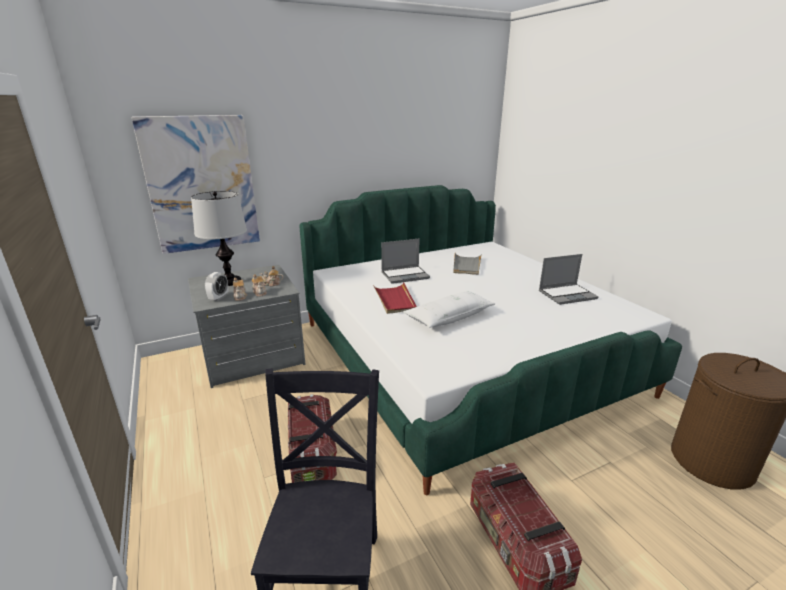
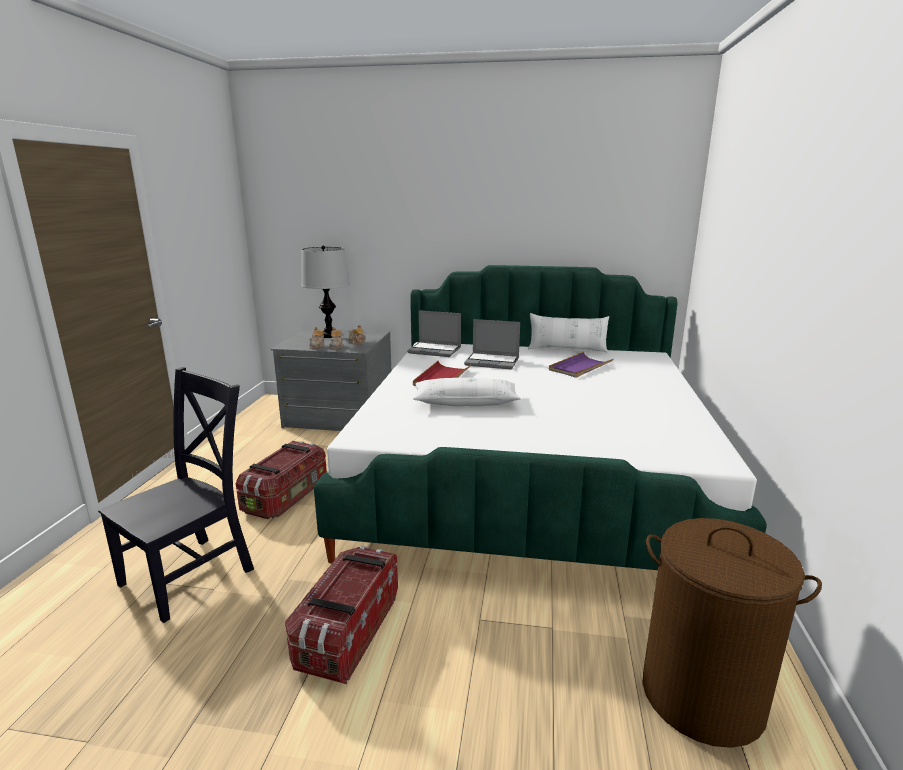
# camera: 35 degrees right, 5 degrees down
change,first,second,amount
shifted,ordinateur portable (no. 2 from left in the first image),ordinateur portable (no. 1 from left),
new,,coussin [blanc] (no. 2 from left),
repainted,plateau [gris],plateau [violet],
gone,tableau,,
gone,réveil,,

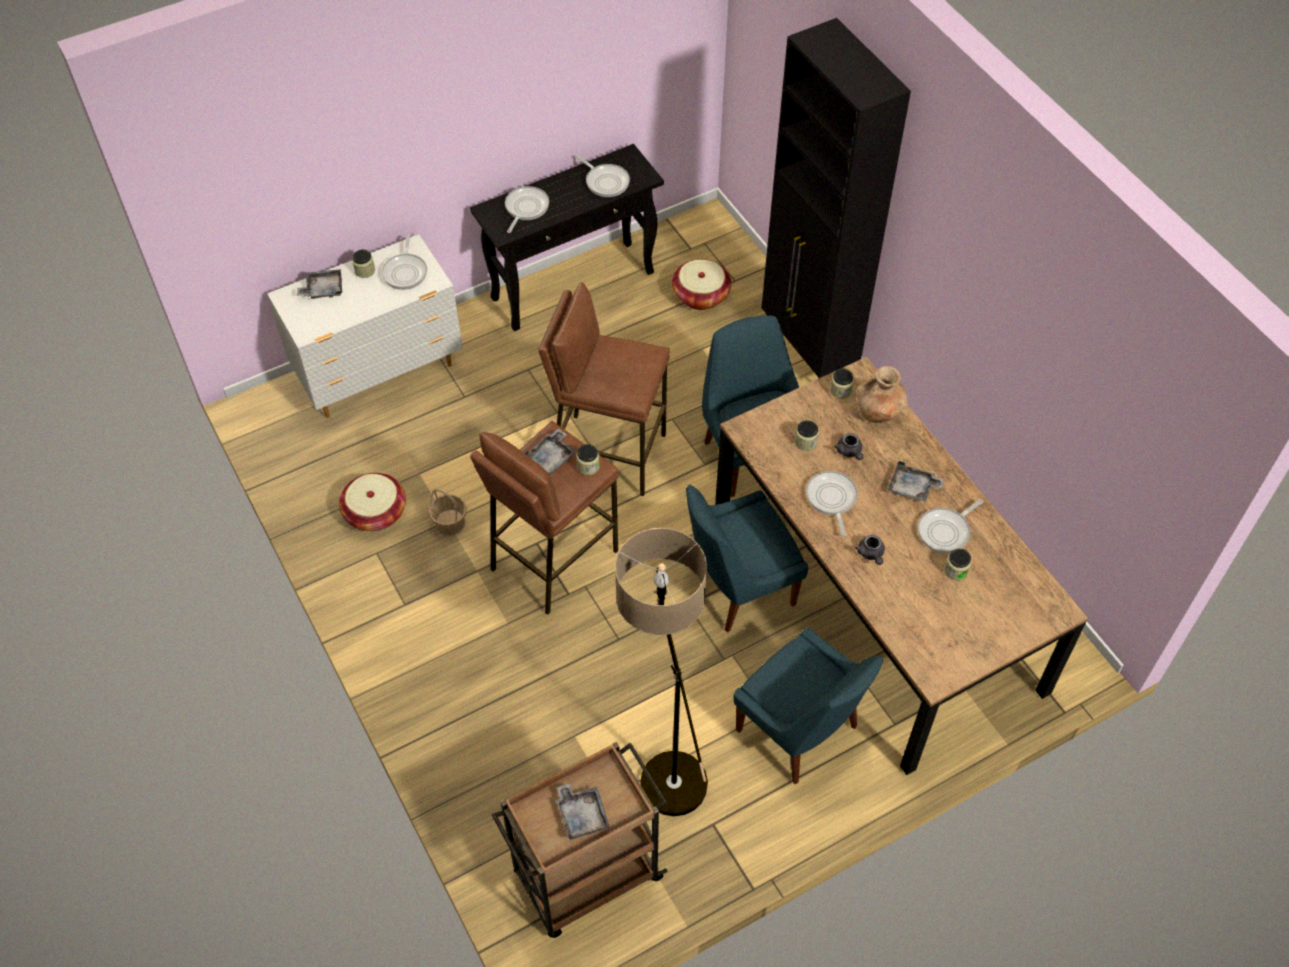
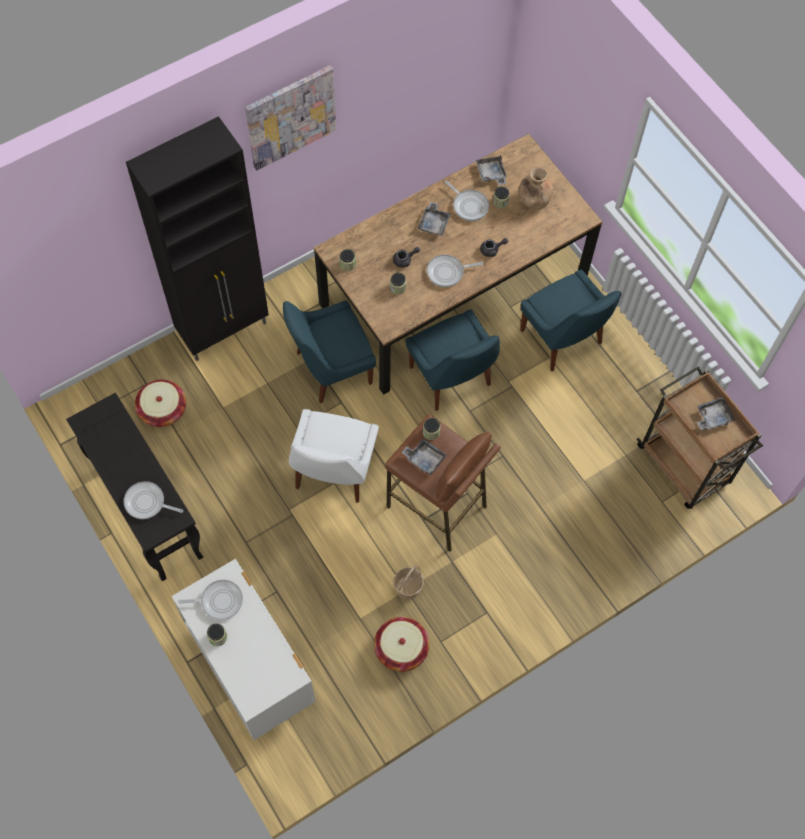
# camera: 95 degrees left, 10 degrees up
change,first,second,amount
new,,tableau,
swapped,tabouret [marron] (no. 2 from left),chaise [blanc],
shifted,plateau [gris] (no. 1 from left in the first image),plateau [gris] (no. 3 from left),
shifted,vase [marron],,
rotated,chaise [bleu] (no. 3 from left),,105 degrees clockwise
gone,poêle (no. 3 from left),,
gone,lampadaire,,

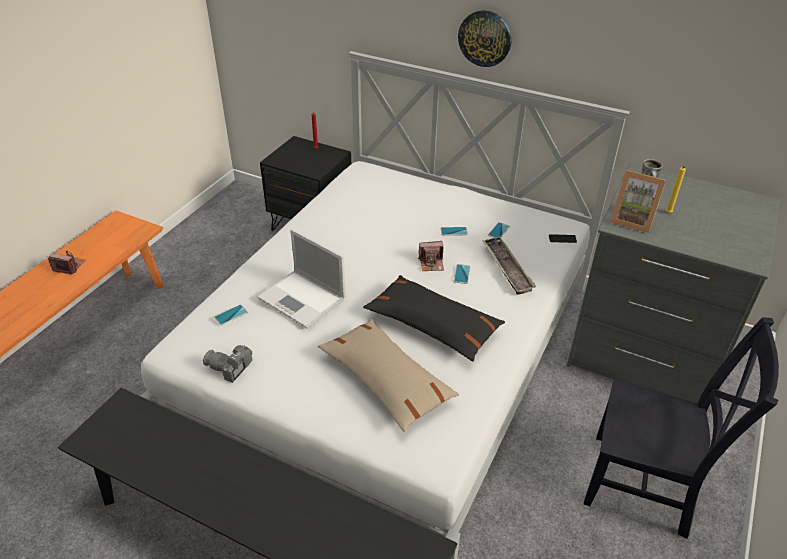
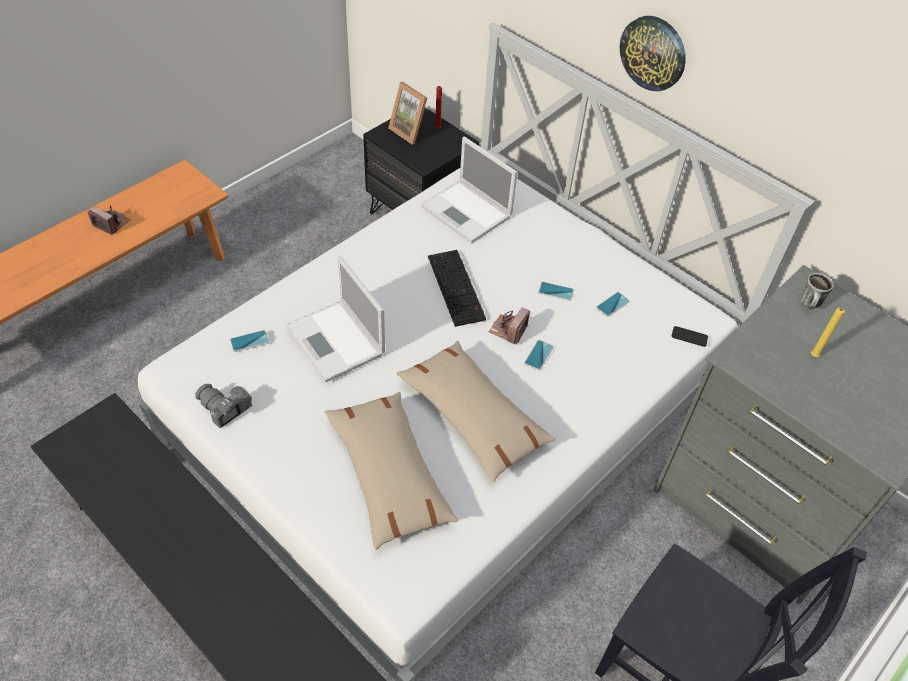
# camera: 15 degrees right, 10 degrees up
change,first,second,amount
shifted,cadre photo,,
repainted,coussin [noir],coussin [beige] (no. 2 from left),
new,,ordinateur portable (no. 2 from left),
new,,clavier,
rotated,appareil photo (no. 3 from left),,105 degrees clockwise
gone,plateau,,

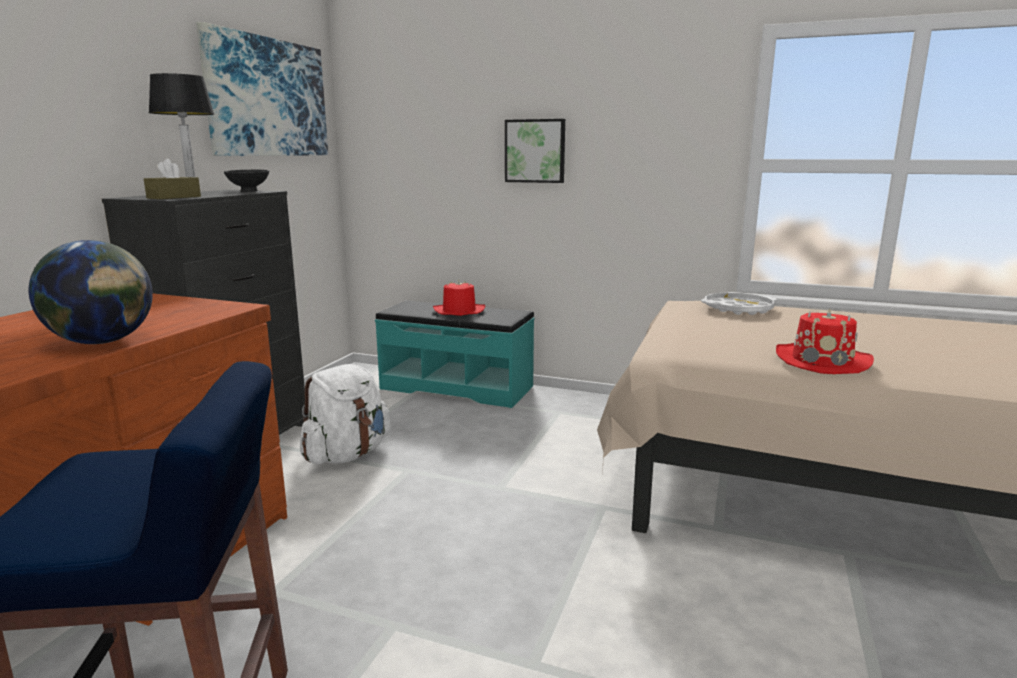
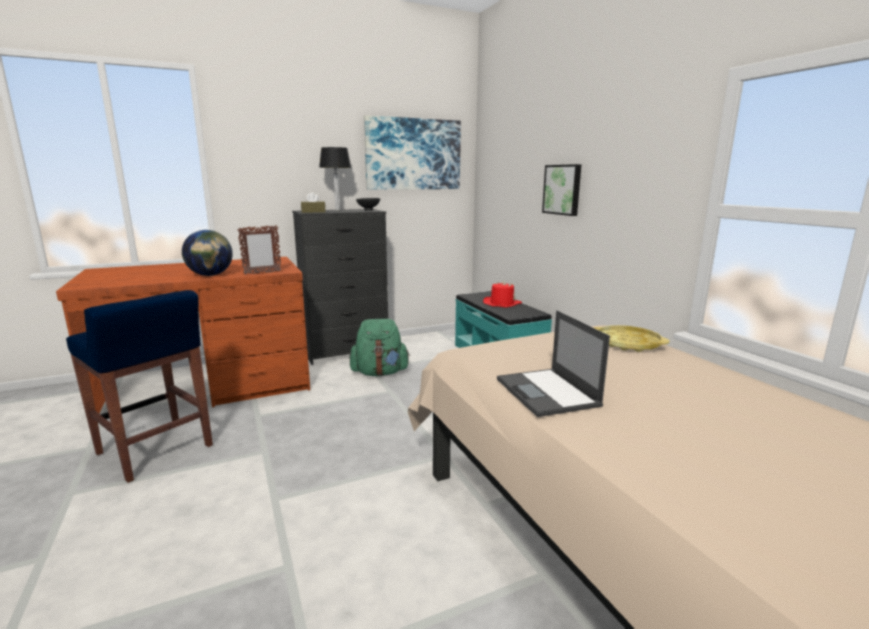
# camera: 45 degrees right, 0 degrees up
change,first,second,amount
new,,cadre photo,
repainted,sac à dos [blanc],sac à dos [vert],
swapped,chapeau [rouge] (no. 2 from left),ordinateur portable,
repainted,plateau [blanc],plateau [jaune],

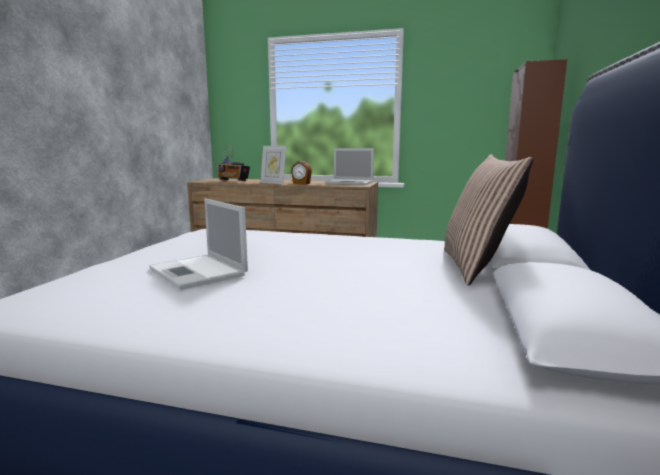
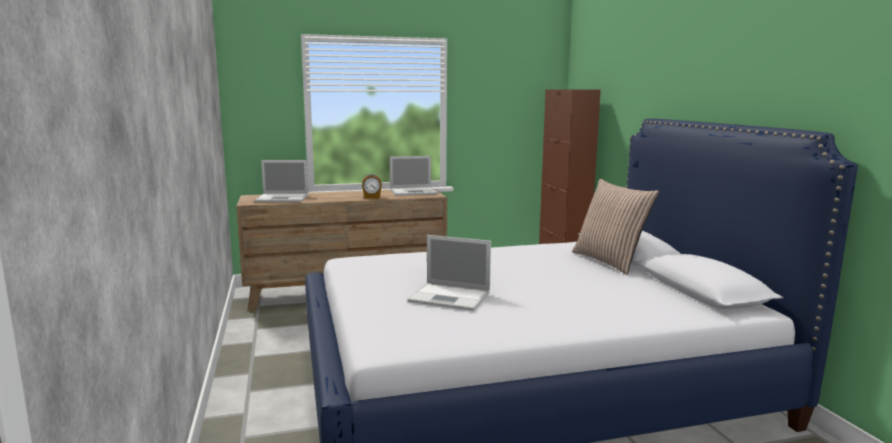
# camera: 30 degrees left, 0 degrees up
change,first,second,amount
swapped,radio,ordinateur portable (no. 1 from left),
gone,cadre photo,,

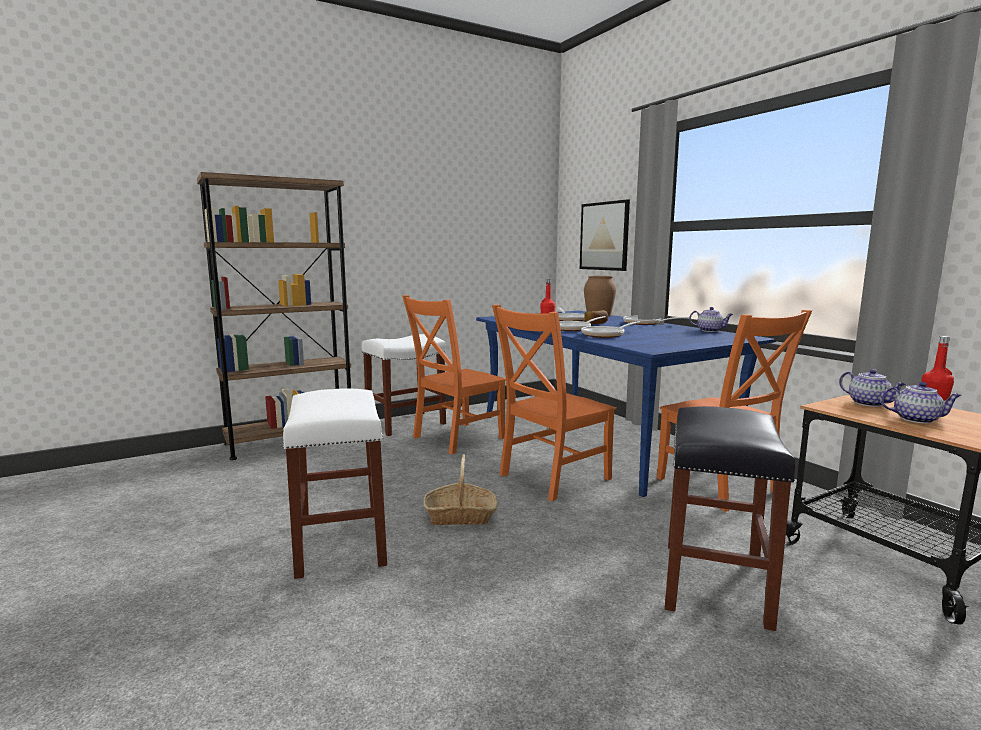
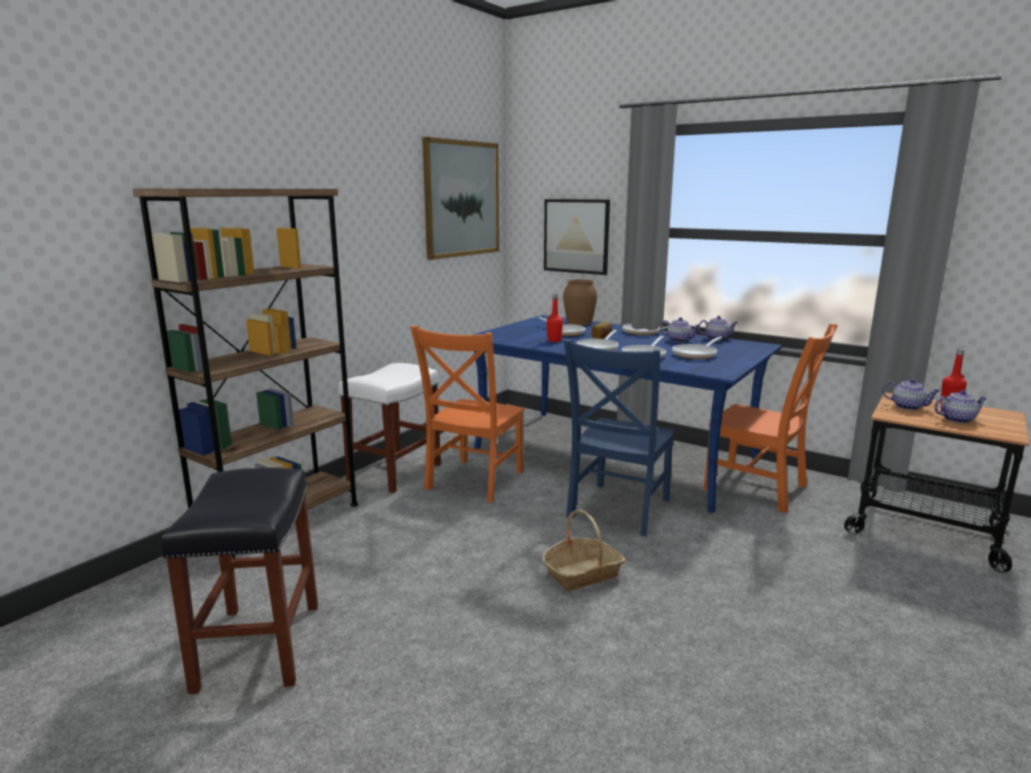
# camera: 25 degrees left, 5 degrees up
change,first,second,amount
shifted,tabouret [noir],,
new,,tableau (no. 1 from left),
repainted,chaise [orange] (no. 2 from left),chaise [bleu],
new,,théière (no. 1 from left),
new,,poêle (no. 5 from left),
gone,tabouret [blanc] (no. 1 from left),,

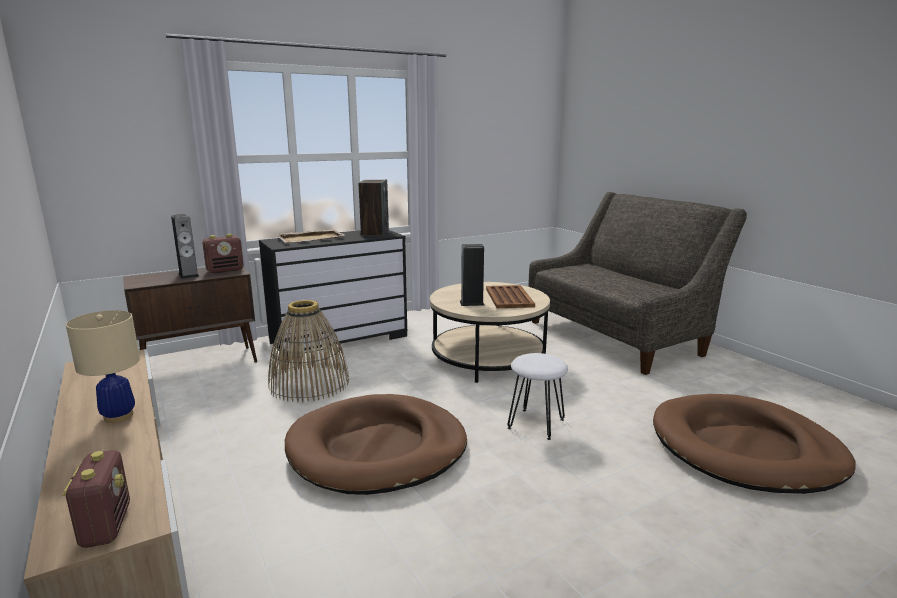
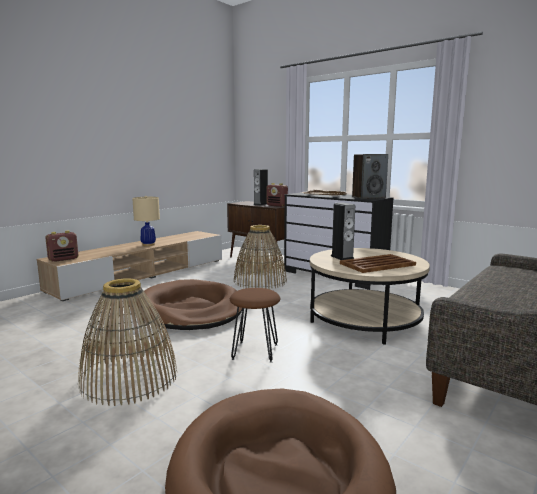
# camera: 70 degrees right, 5 degrees down
change,first,second,amount
new,,panier (no. 1 from left),
repainted,tabouret [blanc],tabouret [marron],

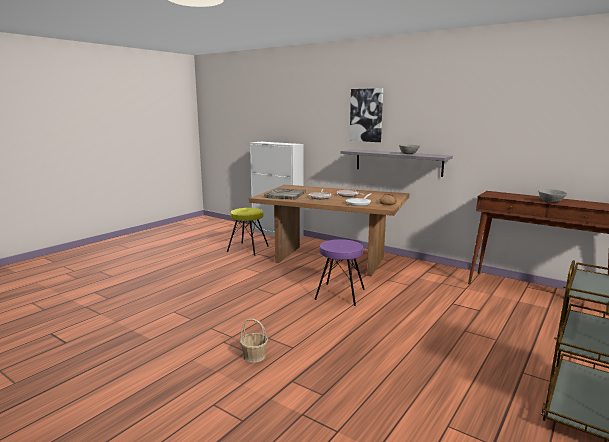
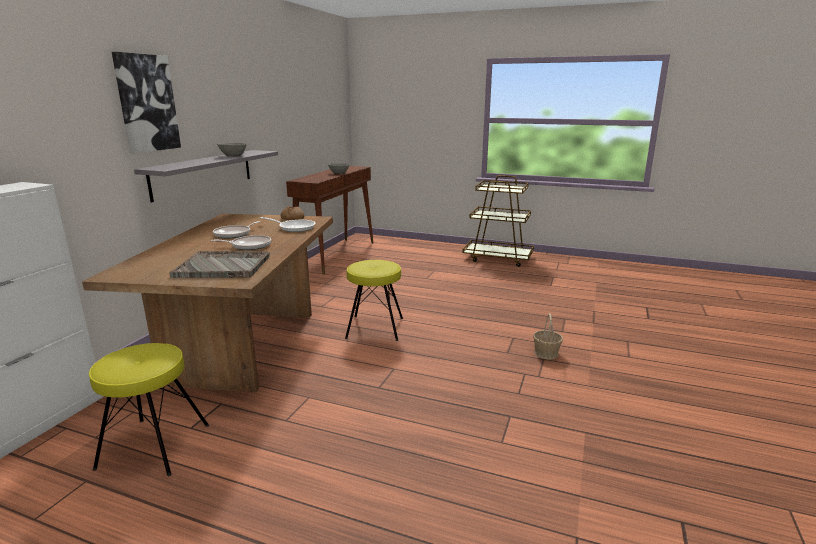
# camera: 105 degrees left, 5 degrees up
change,first,second,amount
repainted,tabouret [violet],tabouret [jaune] (no. 2 from left),

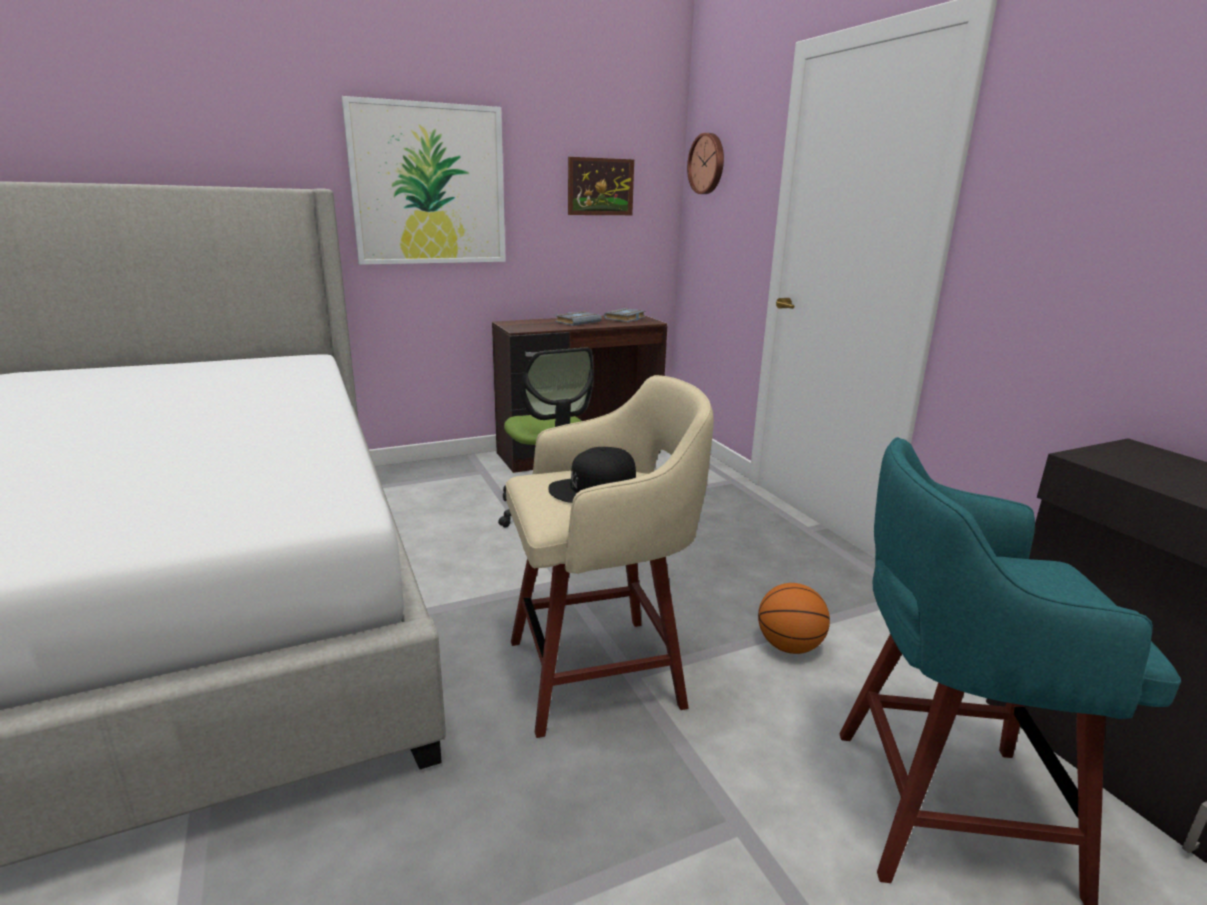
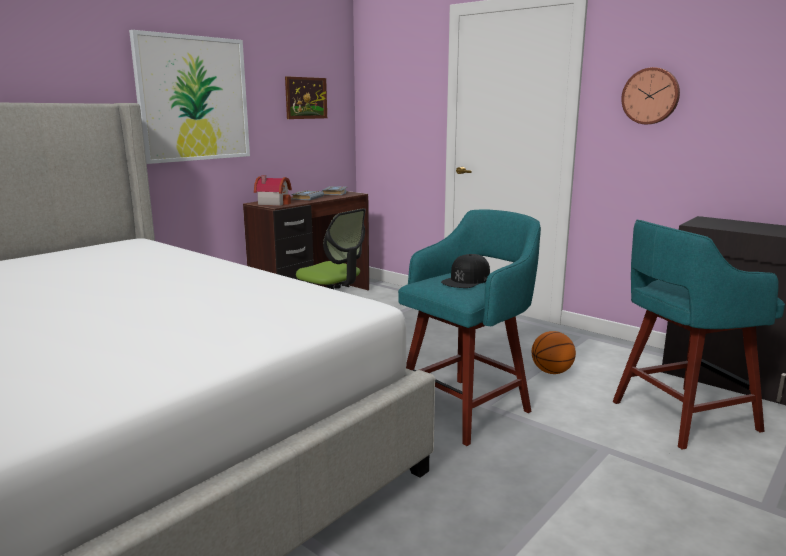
# camera: 25 degrees left, 5 degrees down
change,first,second,amount
new,,maison miniature,
repainted,tabouret [beige],tabouret [turquoise] (no. 1 from left),
shifted,horloge murale,,

